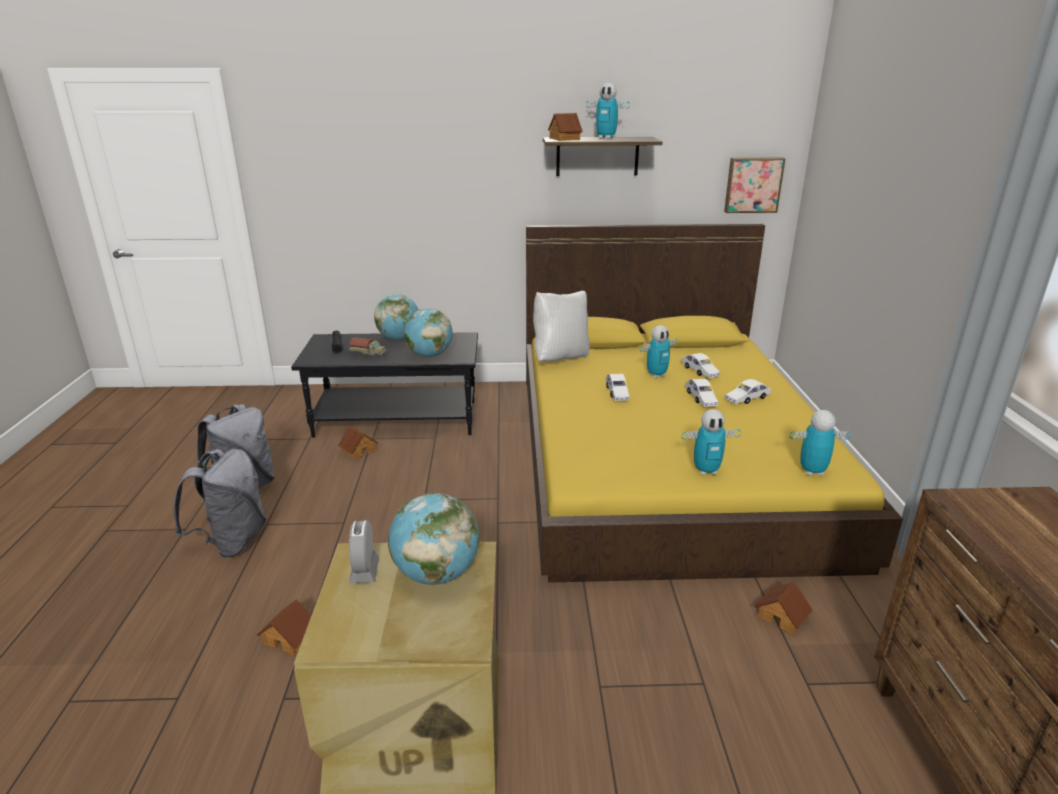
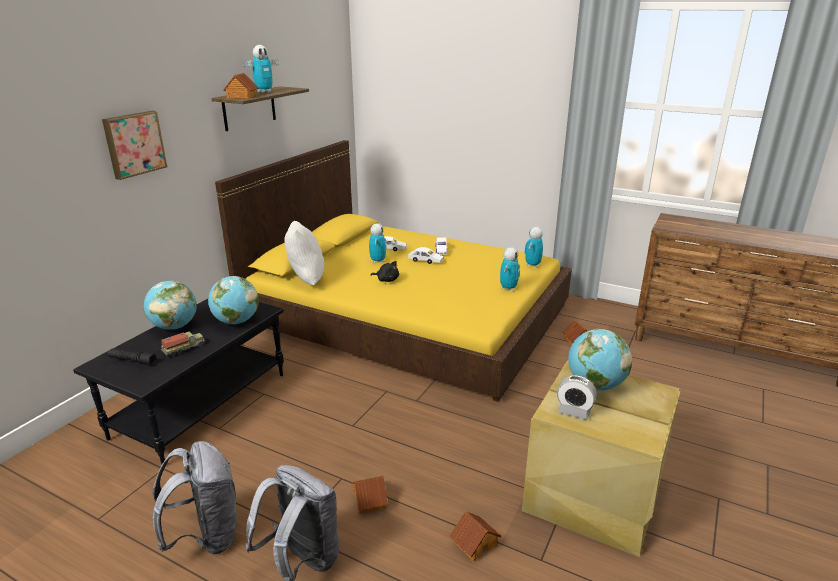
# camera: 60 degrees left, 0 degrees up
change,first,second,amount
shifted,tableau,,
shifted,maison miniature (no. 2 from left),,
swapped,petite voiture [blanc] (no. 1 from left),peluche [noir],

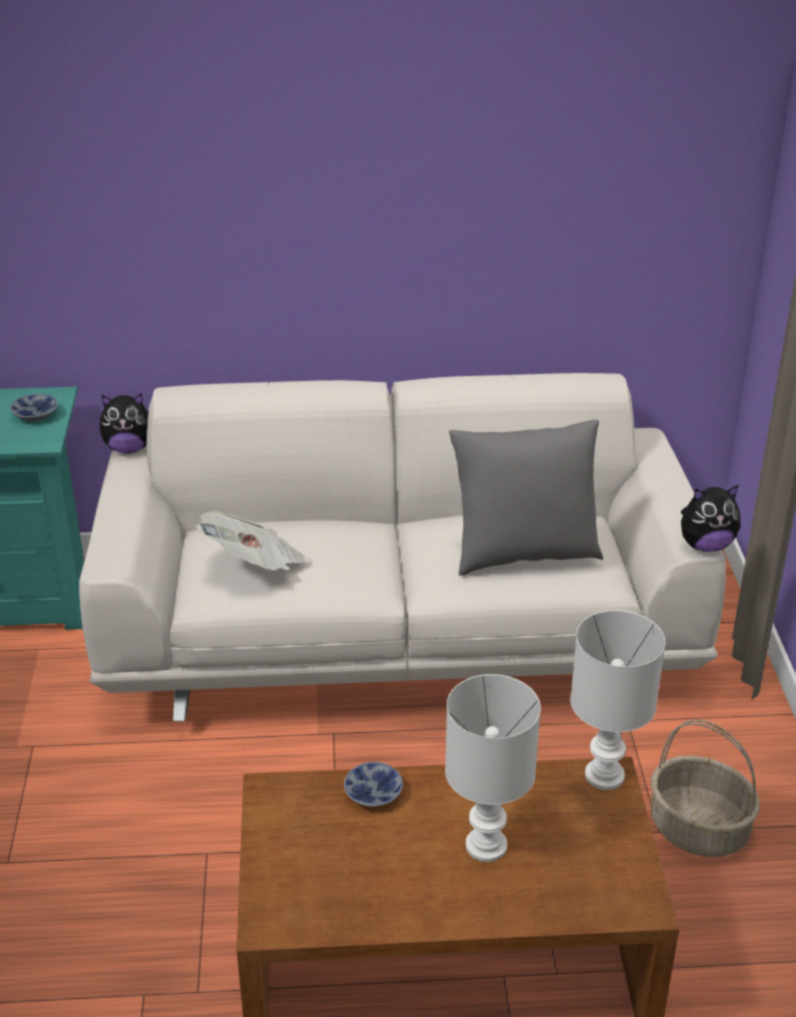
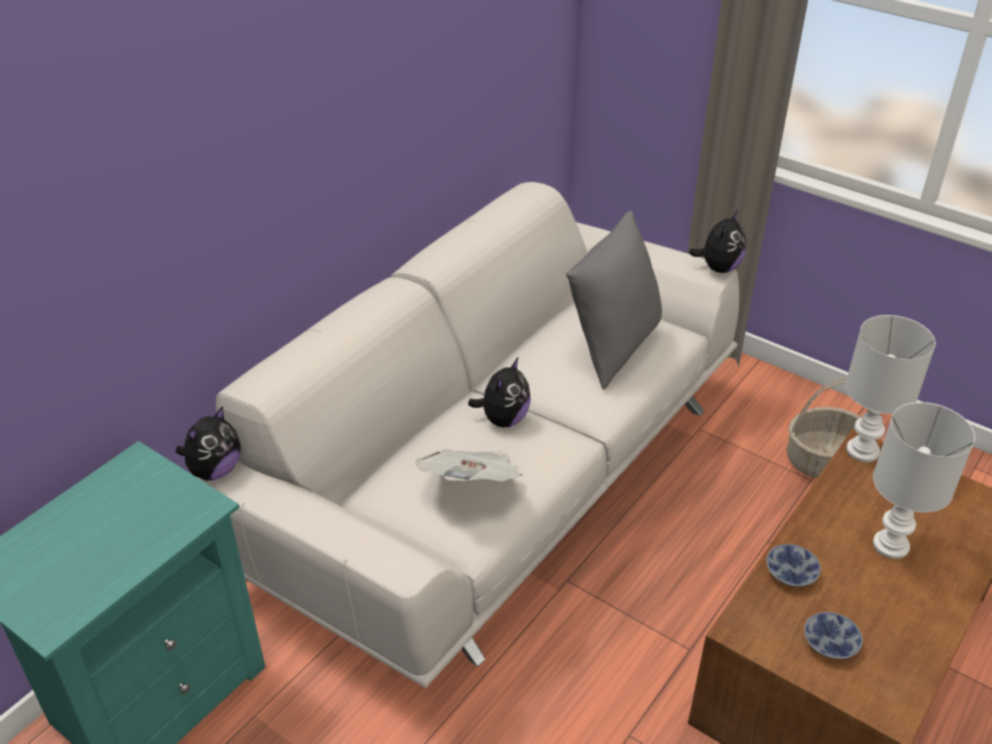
# camera: 50 degrees left, 5 degrees up
change,first,second,amount
new,,peluche (no. 2 from left),
shifted,bol (no. 1 from left in the first image),bol (no. 2 from left),

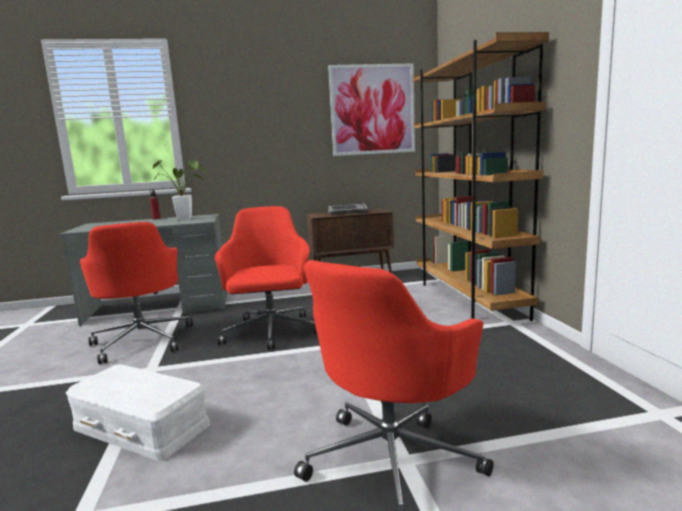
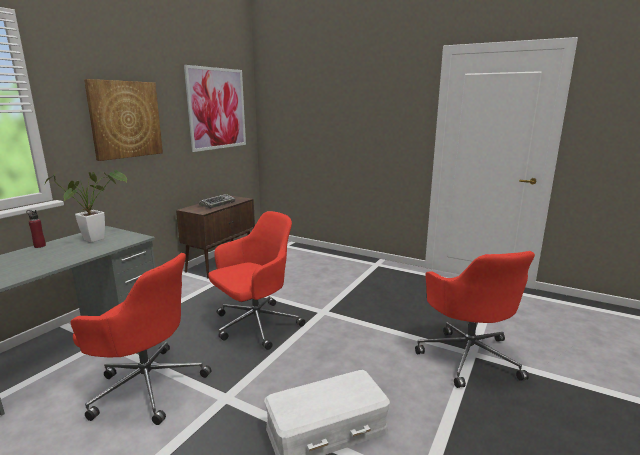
# camera: 50 degrees left, 5 degrees up
change,first,second,amount
new,,tableau (no. 1 from left),
rotated,chaise de bureau [rouge] (no. 2 from left),,105 degrees clockwise
gone,bibliothèque [marron],,

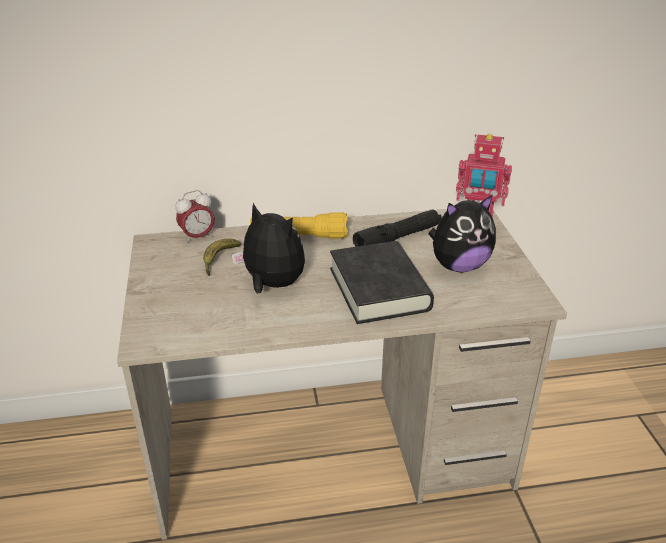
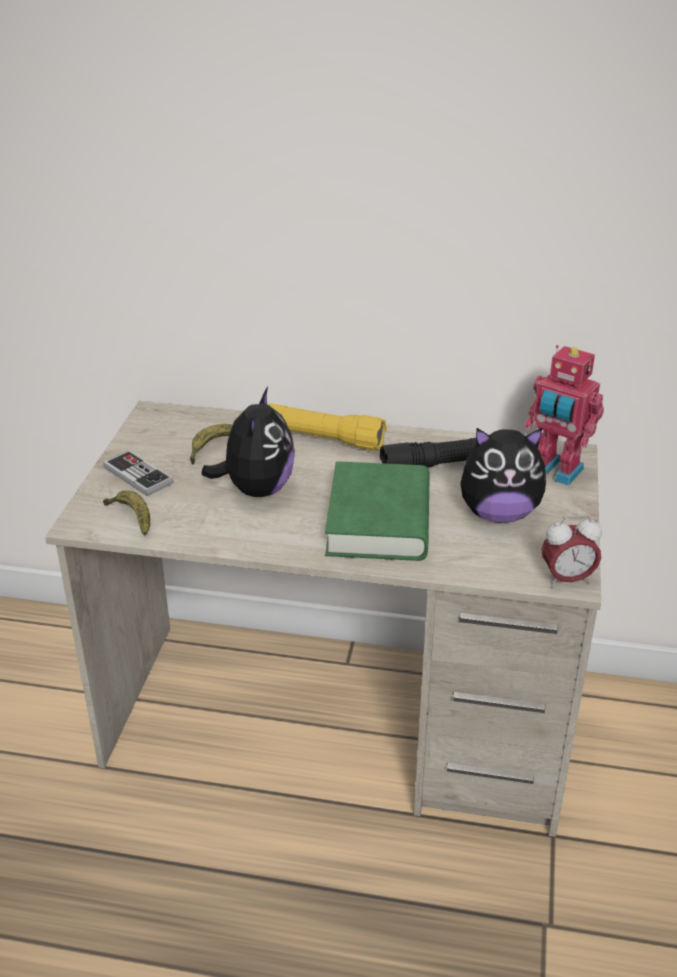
# camera: 20 degrees right, 0 degrees up
change,first,second,amount
new,,manette,
new,,banane (no. 1 from left),
rotated,peluche (no. 1 from left),,45 degrees clockwise
repainted,livre [noir],livre [vert],
shifted,réveil,,

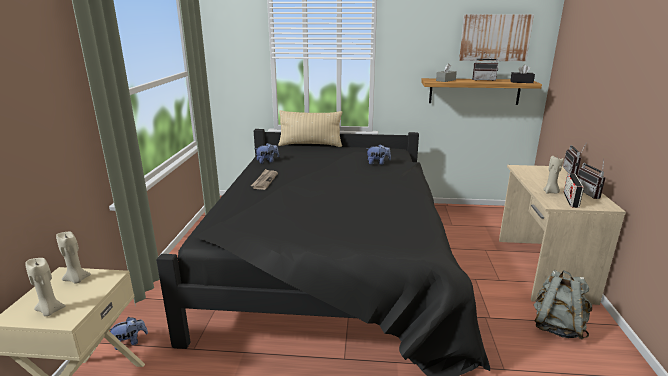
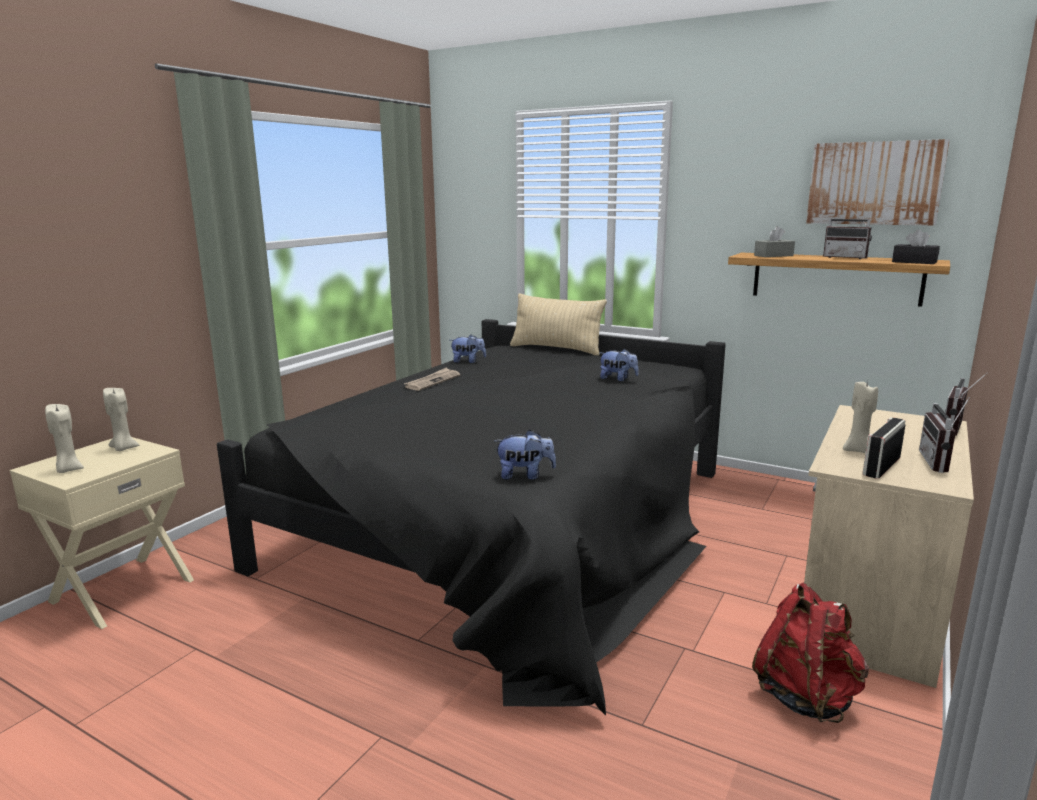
# camera: 25 degrees right, 5 degrees down
change,first,second,amount
shifted,peluche (no. 1 from left in the first image),peluche (no. 2 from left),
repainted,sac à dos [gris],sac à dos [rouge],

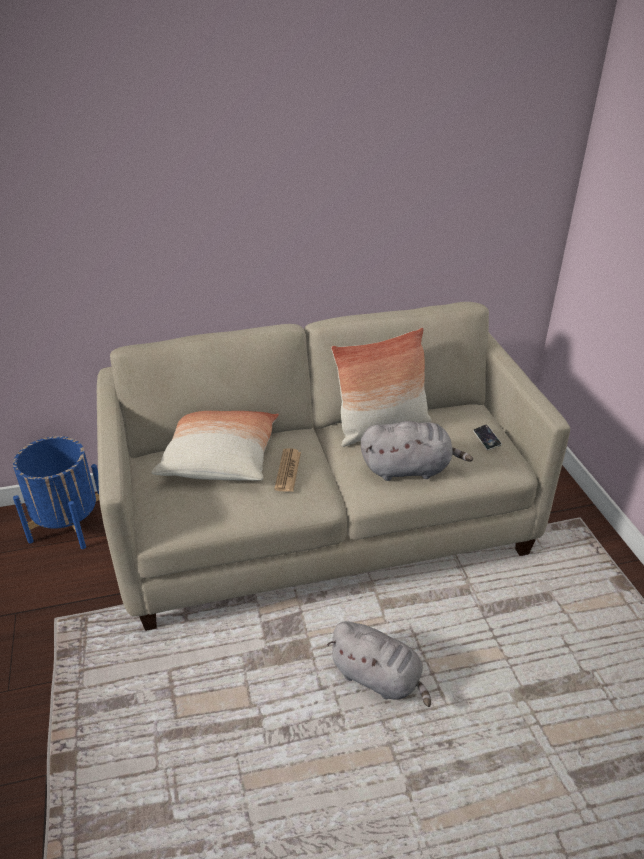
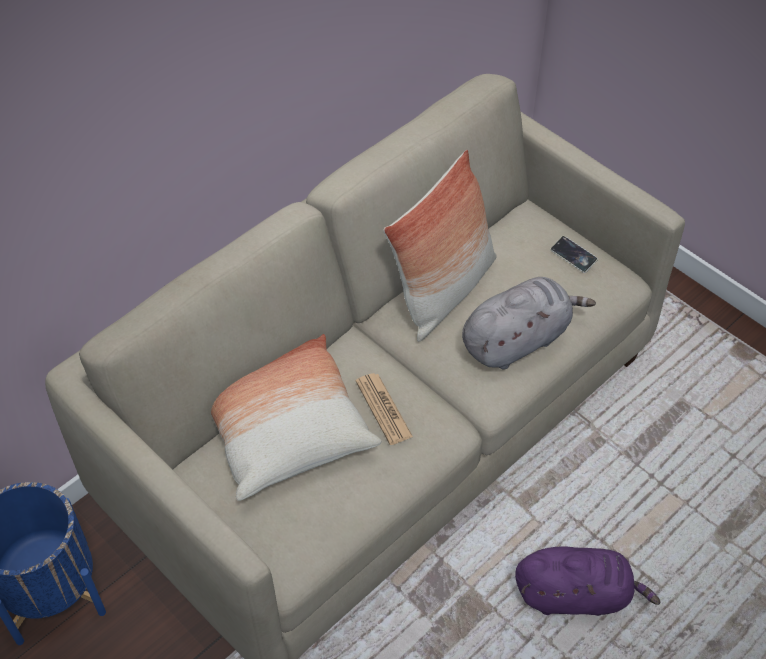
# camera: 30 degrees left, 15 degrees up
change,first,second,amount
repainted,peluche [gris] (no. 1 from left),peluche [violet],

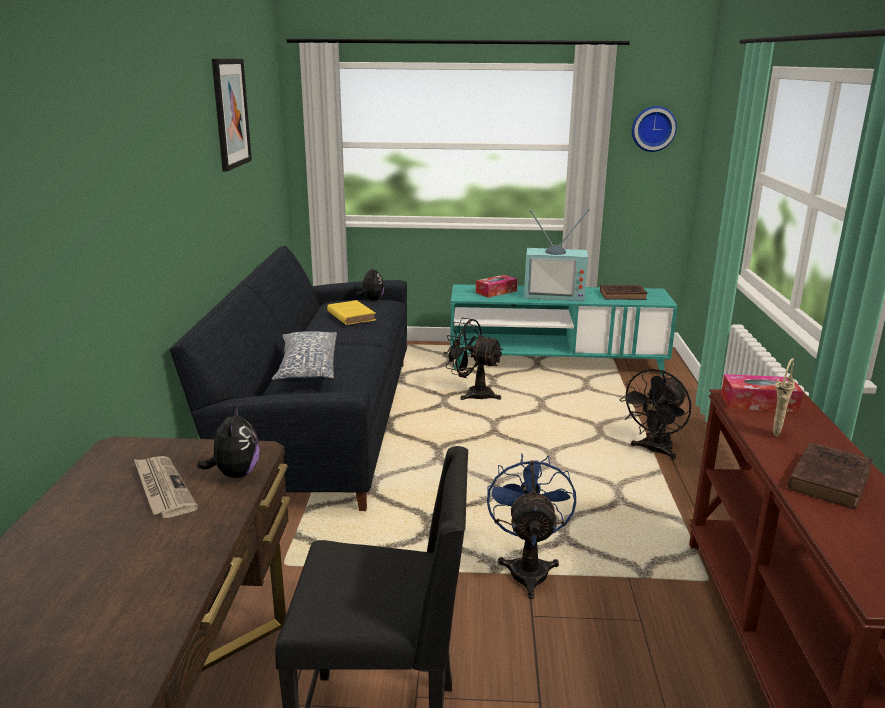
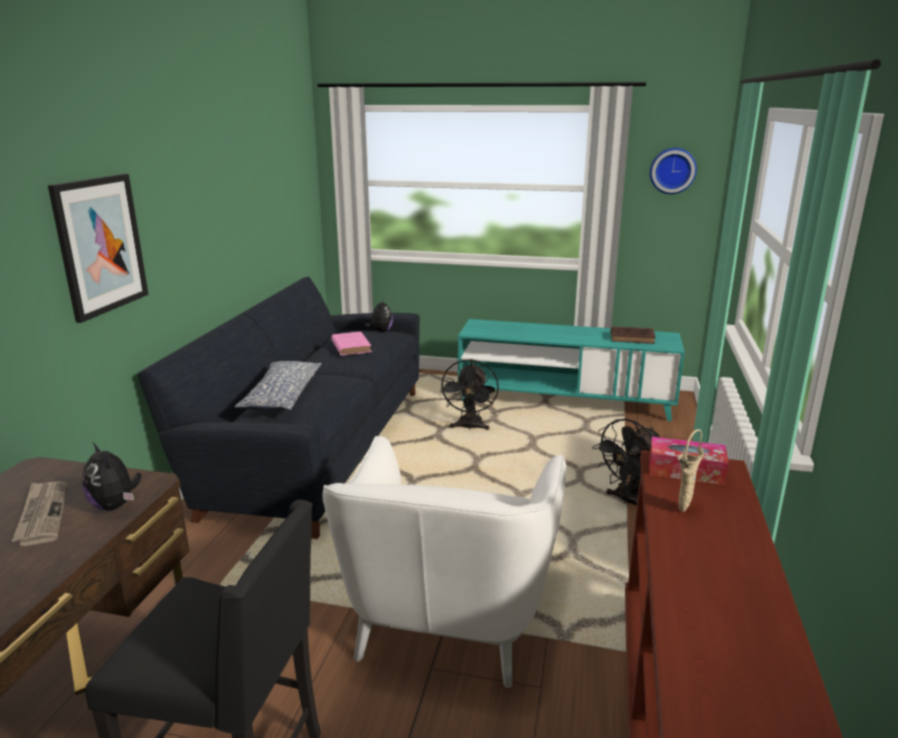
# camera: 10 degrees right, 0 degrees up
change,first,second,amount
shifted,tableau,,
rotated,peluche (no. 1 from left),,135 degrees clockwise
swapped,ventilateur [bleu],fauteuil [blanc],
repainted,livre [jaune],livre [rose],
rotated,ventilateur [noir] (no. 1 from left),,120 degrees counterclockwise
gone,boîte à mouchoirs (no. 1 from left),,
gone,téléviseur,,
gone,livre [marron] (no. 2 from left),,

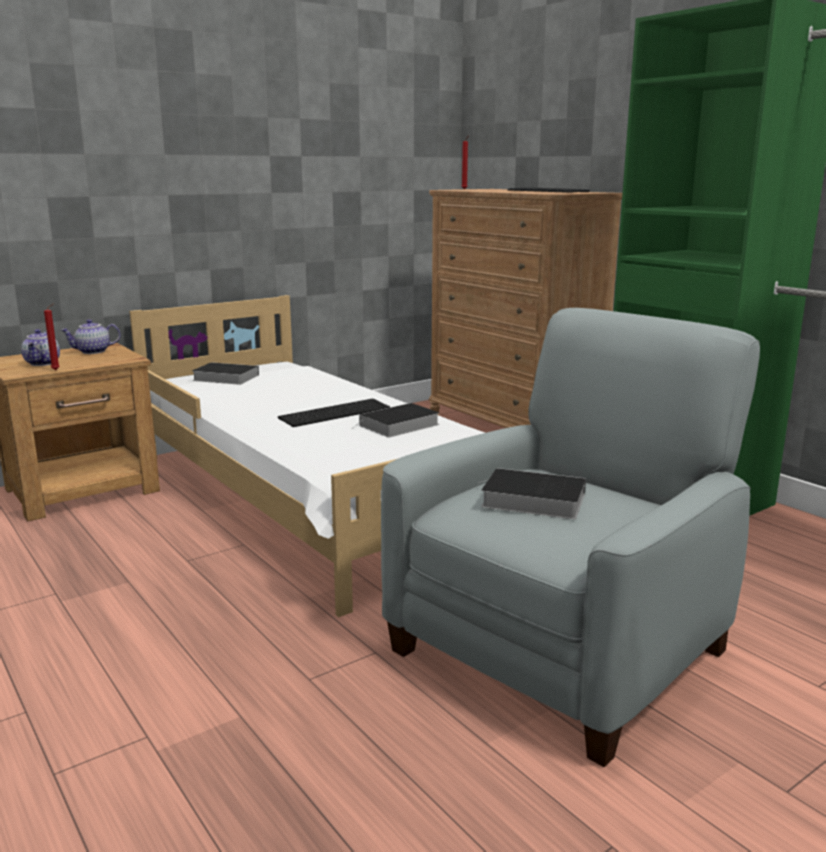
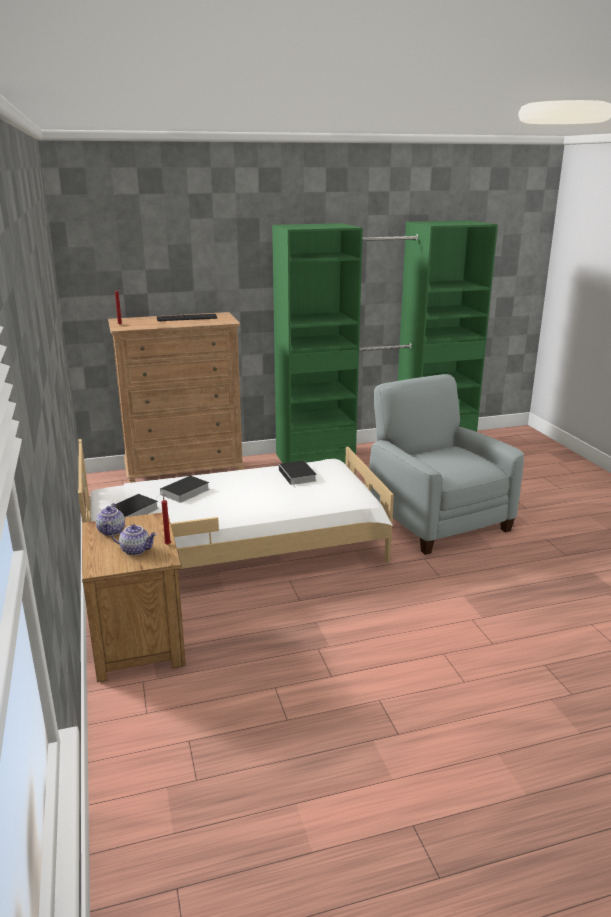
# camera: 70 degrees left, 5 degrees up
change,first,second,amount
shifted,livre (no. 3 from left in the first image),livre (no. 2 from left),
gone,clavier (no. 1 from left),,

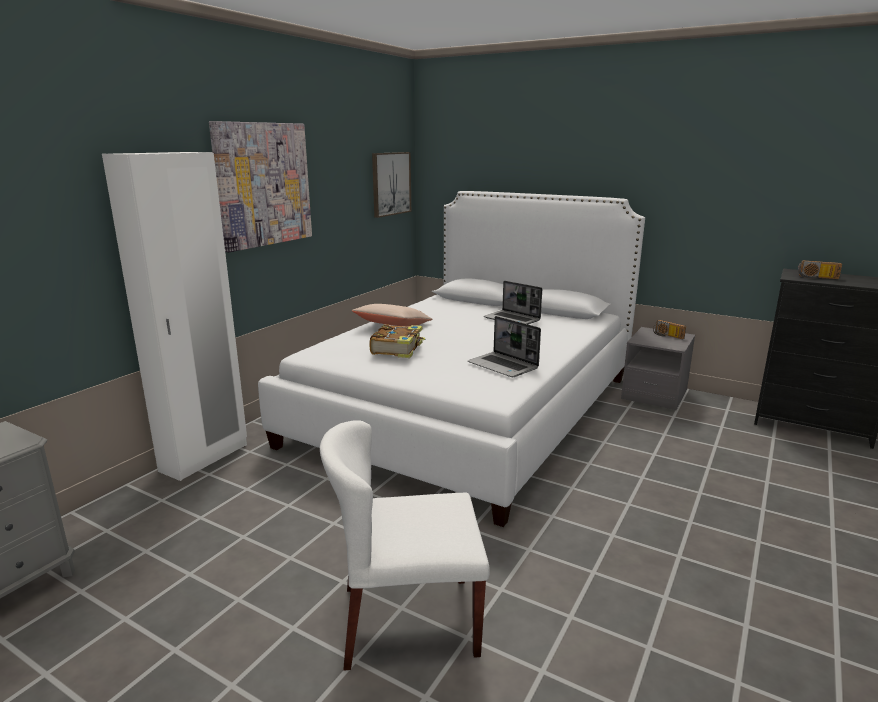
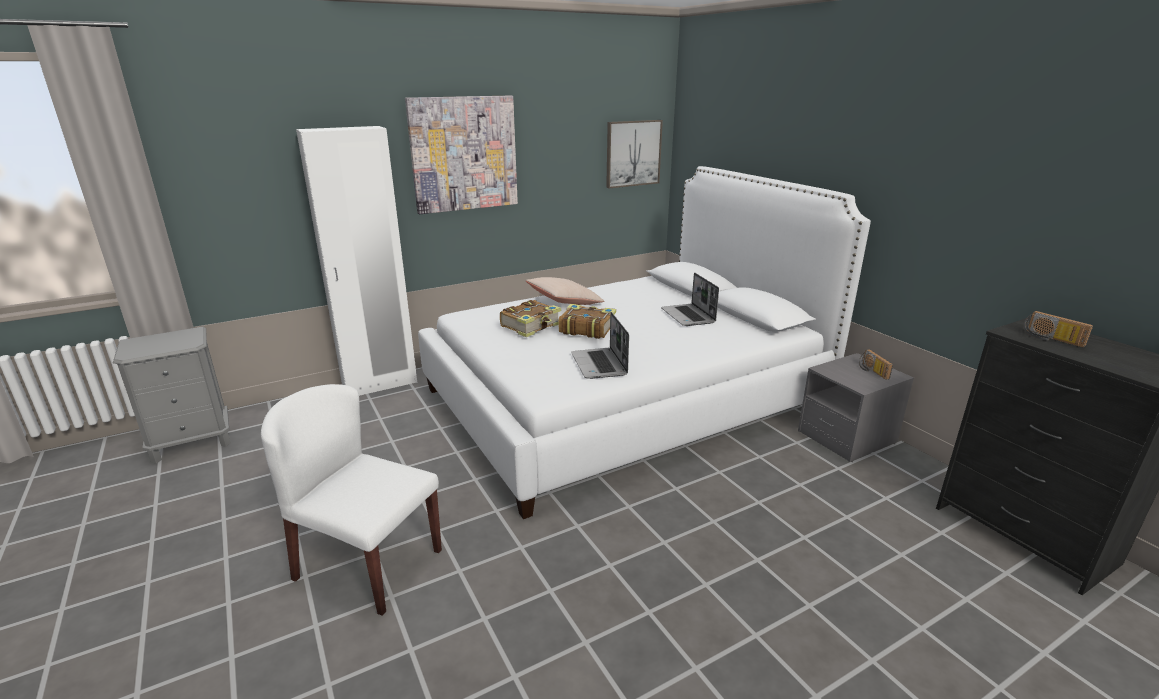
# camera: 30 degrees right, 5 degrees up
change,first,second,amount
new,,livre (no. 2 from left),

